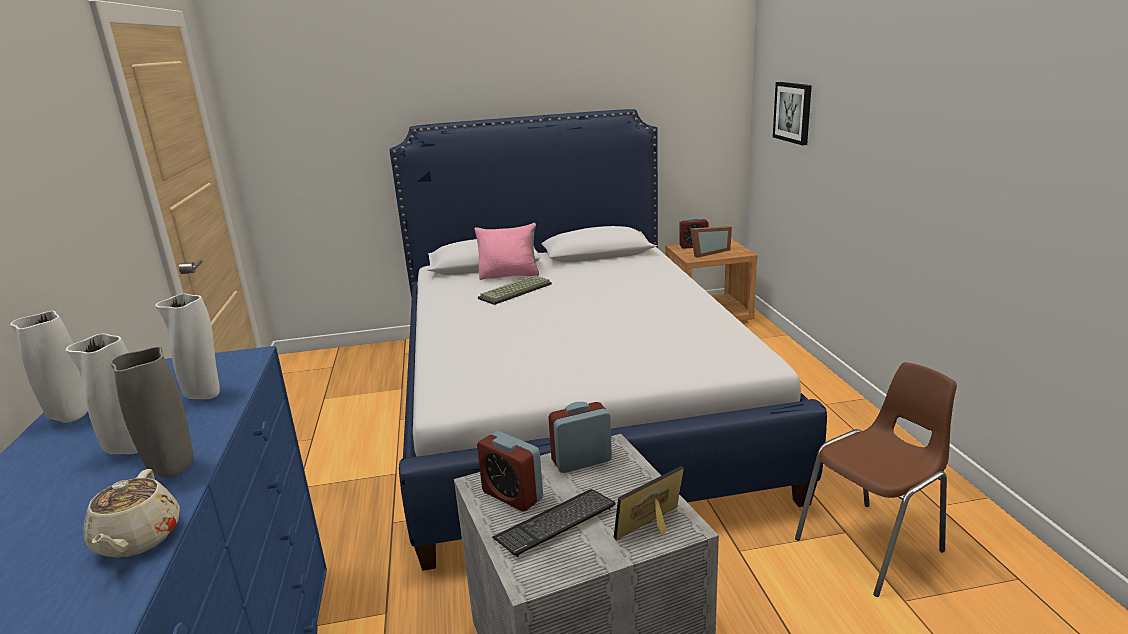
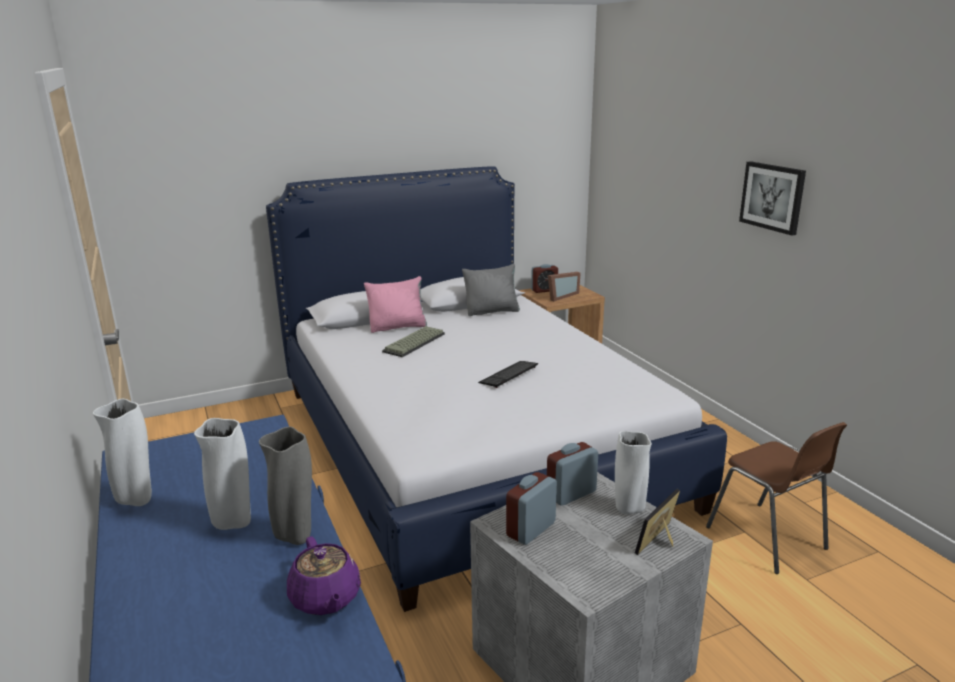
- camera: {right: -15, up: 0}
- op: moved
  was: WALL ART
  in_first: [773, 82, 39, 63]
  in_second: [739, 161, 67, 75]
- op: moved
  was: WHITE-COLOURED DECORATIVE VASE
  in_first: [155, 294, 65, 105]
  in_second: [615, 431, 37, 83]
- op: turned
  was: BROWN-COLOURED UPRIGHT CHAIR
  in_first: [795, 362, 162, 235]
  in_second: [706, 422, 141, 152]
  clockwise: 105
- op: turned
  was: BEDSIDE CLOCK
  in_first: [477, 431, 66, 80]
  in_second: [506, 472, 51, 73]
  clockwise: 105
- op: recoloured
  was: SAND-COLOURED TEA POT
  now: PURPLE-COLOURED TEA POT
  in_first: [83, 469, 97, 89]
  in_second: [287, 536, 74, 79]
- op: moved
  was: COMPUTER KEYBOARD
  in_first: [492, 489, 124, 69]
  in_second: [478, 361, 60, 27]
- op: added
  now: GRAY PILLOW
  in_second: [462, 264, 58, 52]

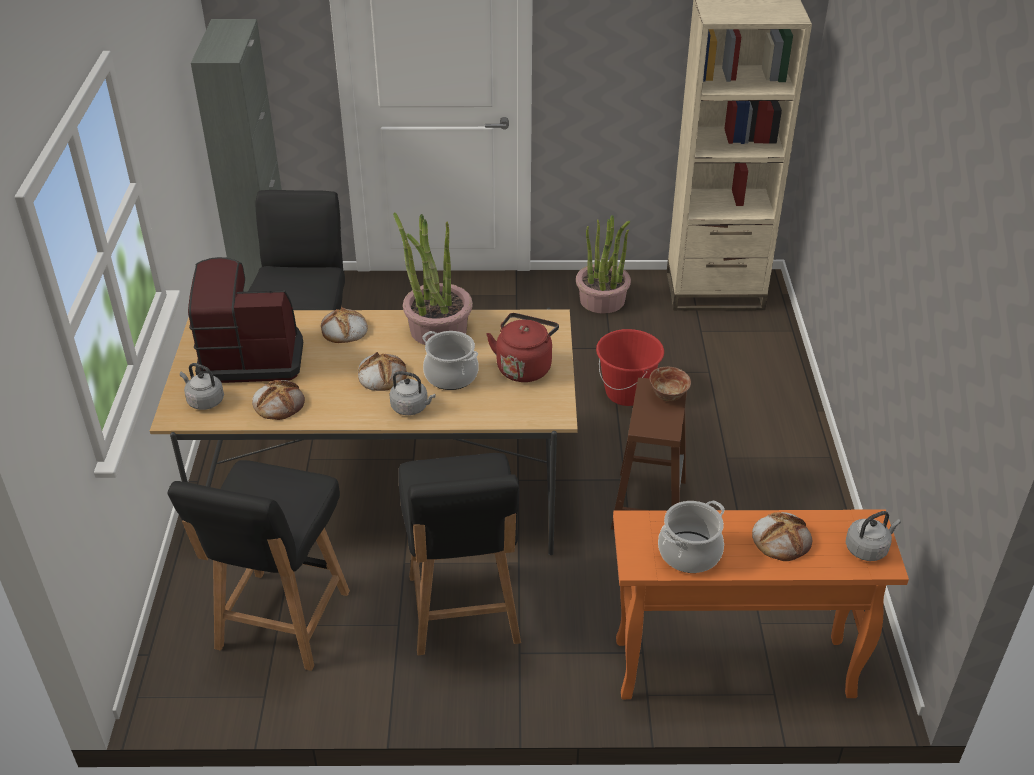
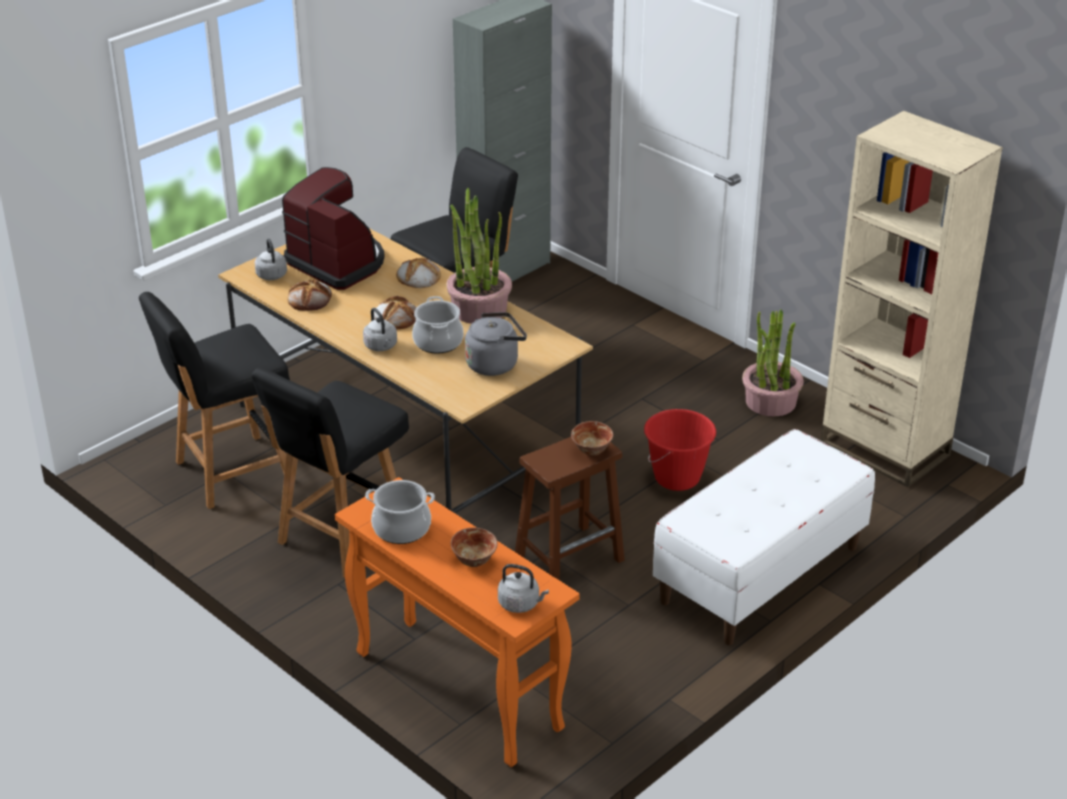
- camera: {right: 45, up: -5}
- op: recoloured
  was: RED WATER KETTLE
  now: GRAY WATER KETTLE
  in_first: [486, 313, 73, 69]
  in_second: [465, 312, 62, 64]
- op: replaced
  was: BREAD
  now: DEEP DISH
  in_first: [752, 512, 60, 49]
  in_second: [451, 528, 47, 39]
- op: added
  now: WHITE-COLOURED BENCH
  in_second: [653, 429, 222, 216]

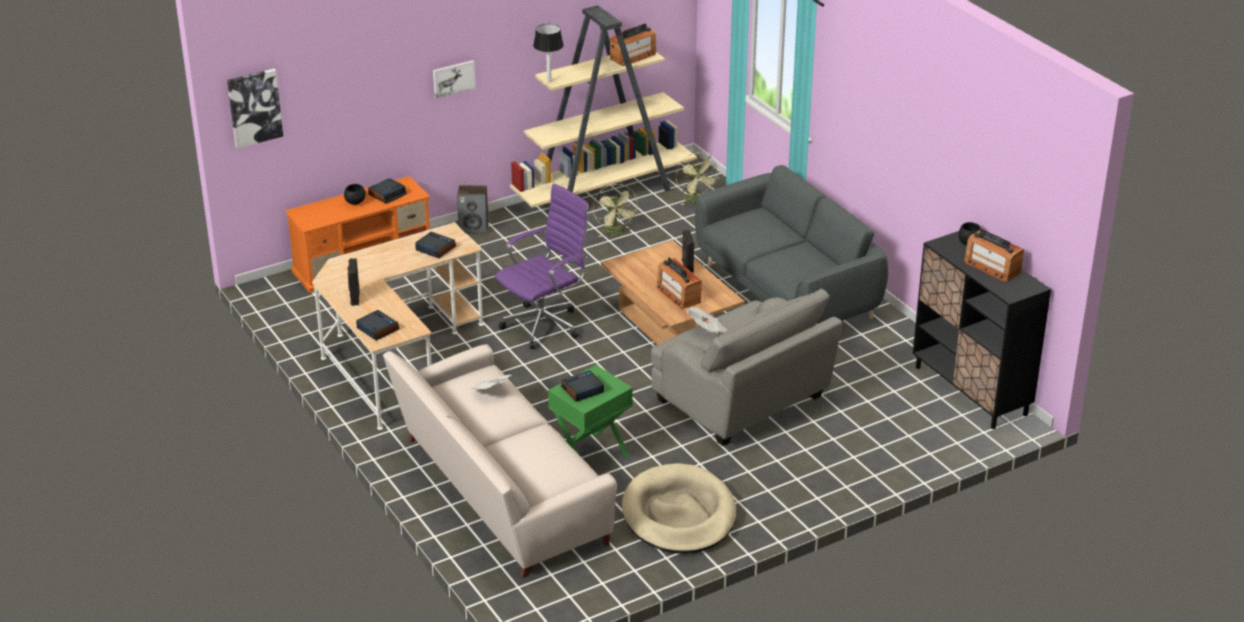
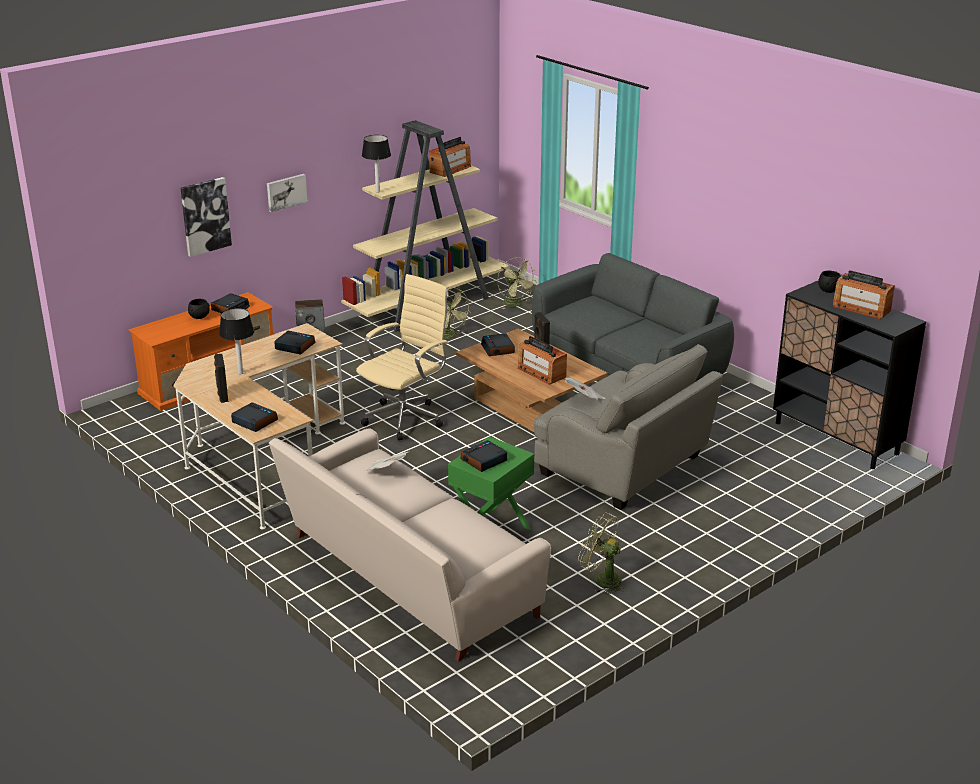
- camera: {right: -10, up: -5}
- op: moved
  was: WALL ART
  in_first: [227, 69, 56, 79]
  in_second: [180, 177, 52, 80]
- op: recoloured
  was: PURPLE-COLOURED COMPUTER CHAIR
  now: SAND-COLOURED COMPUTER CHAIR
  in_first: [495, 184, 95, 165]
  in_second: [356, 274, 93, 166]
- op: replaced
  was: SAND-COLOURED PET BED
  now: GREENISH ELECTRIC FAN
  in_first: [622, 463, 115, 91]
  in_second: [578, 512, 46, 82]
- op: added
  now: TABLETOP LAMP
  in_second: [219, 308, 35, 66]
- op: added
  now: BEDSIDE CLOCK
  in_second: [481, 333, 34, 23]

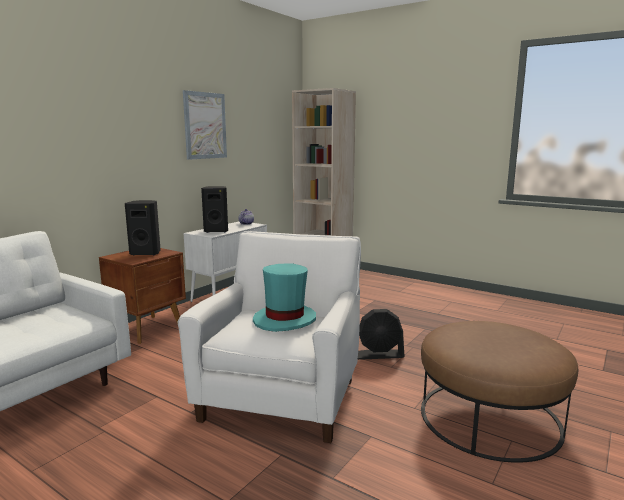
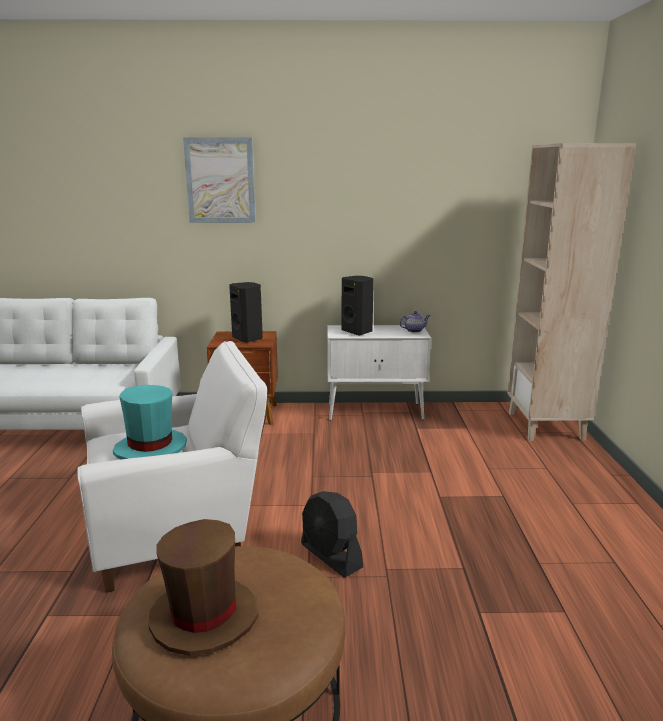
- camera: {right: 55, up: 5}
- op: moved
  was: WALL ART
  in_first: [183, 90, 44, 70]
  in_second: [183, 138, 73, 85]
- op: added
  now: BROWN-COLOURED CLOTHING HAT
  in_second: [149, 519, 110, 137]

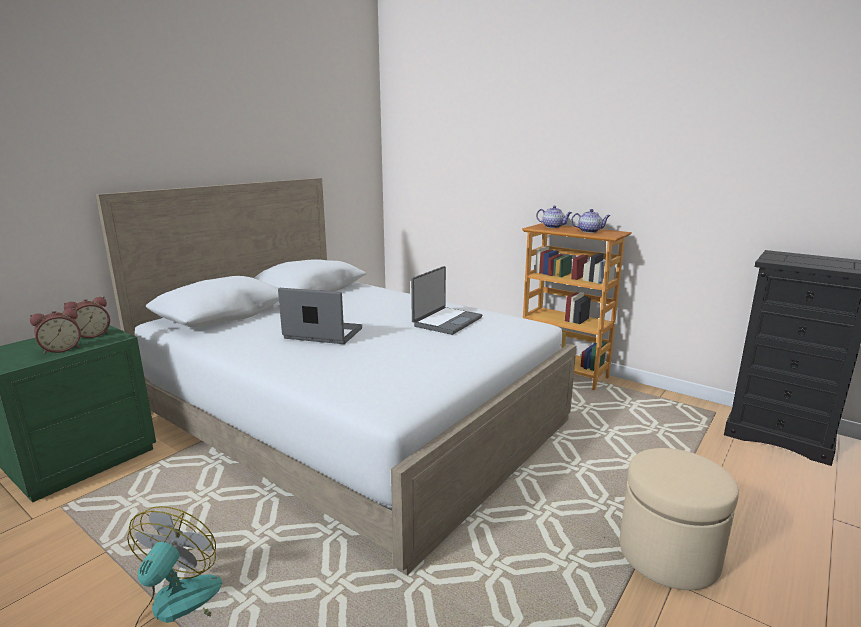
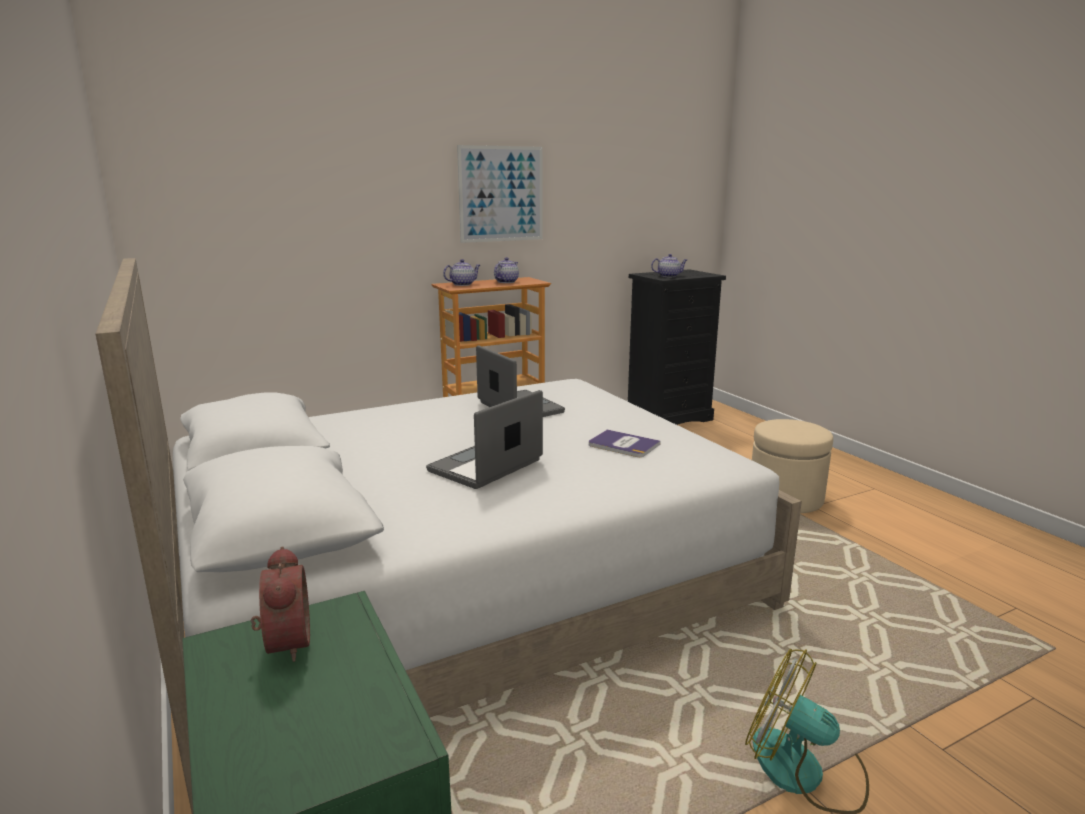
- camera: {right: -65, up: 0}
- op: removed
  was: BEDSIDE CLOCK
  in_first: [30, 308, 51, 46]
- op: added
  now: WALL ART
  in_second: [457, 145, 85, 98]
- op: added
  now: TEA POT
  in_second: [651, 254, 36, 23]
- op: added
  now: BOOK
  in_second: [589, 429, 72, 28]

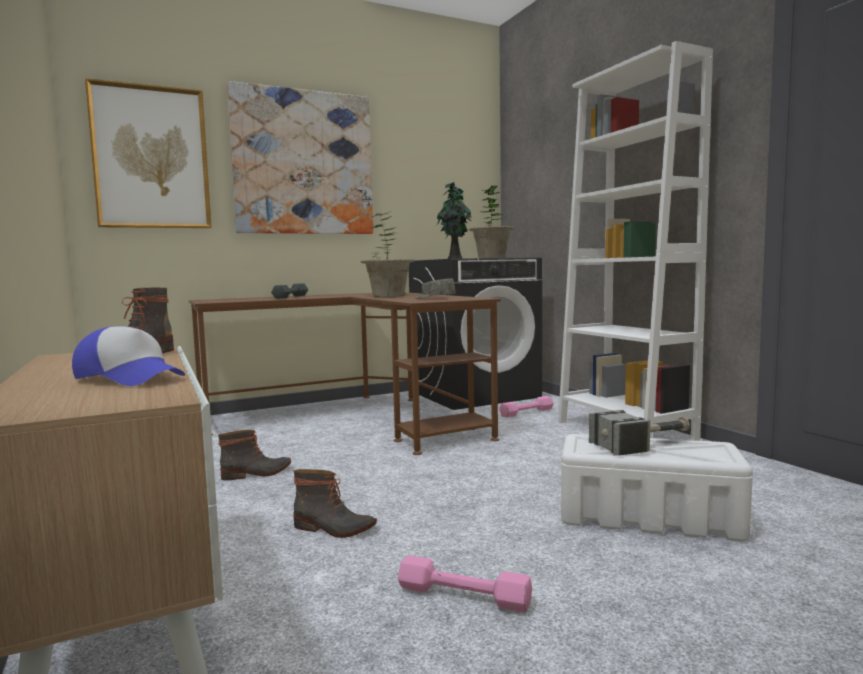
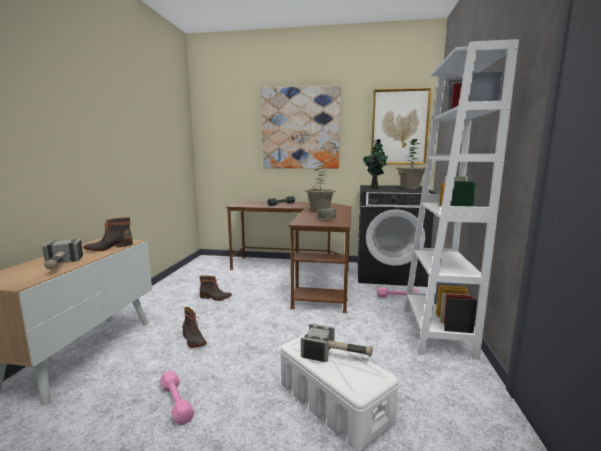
- camera: {right: 35, up: 5}
- op: moved
  was: WALL ART
  in_first: [85, 78, 127, 150]
  in_second: [371, 88, 61, 77]
- op: replaced
  was: CAP
  now: HAMMER
  in_first: [72, 326, 113, 60]
  in_second: [43, 239, 40, 30]

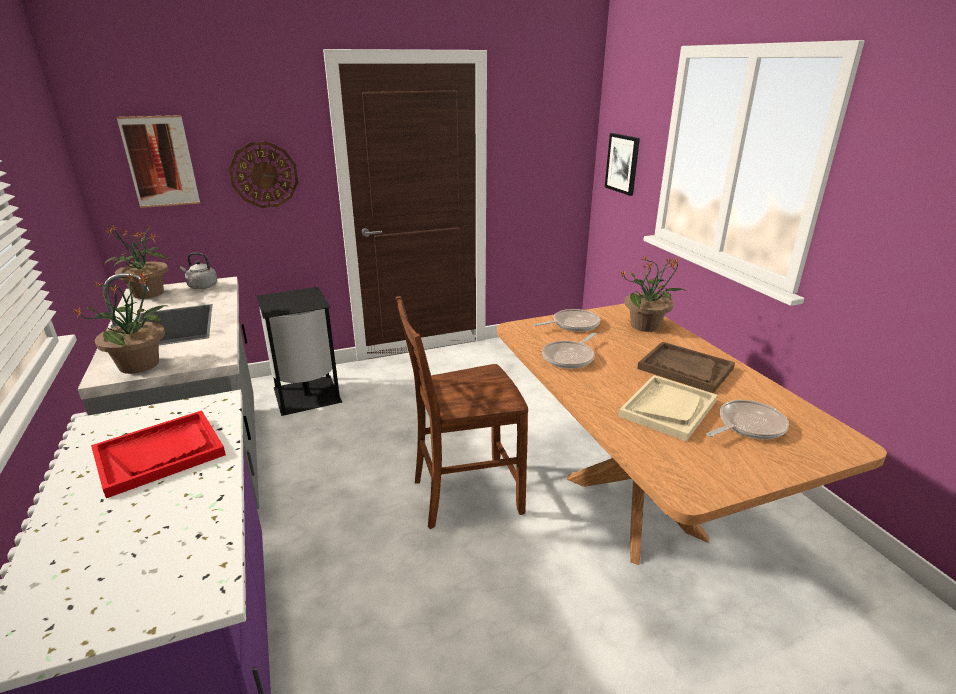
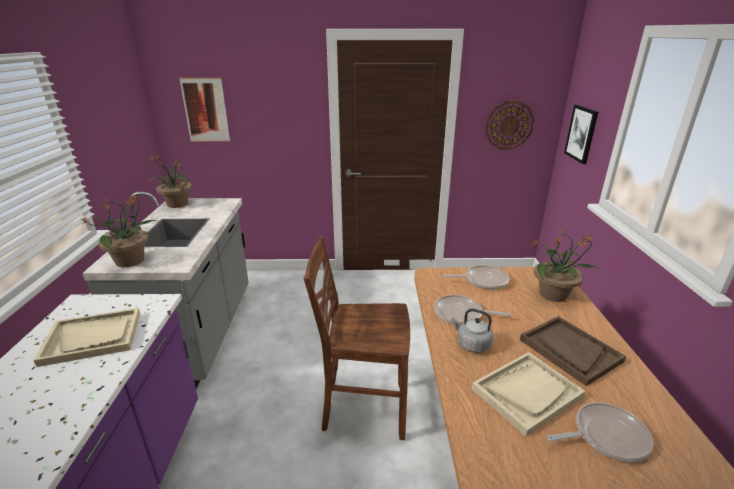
- camera: {right: 20, up: 0}
- op: moved
  was: HANGING CLOCK
  in_first: [229, 142, 69, 66]
  in_second: [485, 101, 49, 49]
- op: moved
  was: GRAY WATER KETTLE
  in_first: [180, 253, 37, 36]
  in_second: [451, 309, 42, 44]
- op: removed
  was: BLACK-COLOURED TRASH CAN
  in_first: [257, 287, 85, 129]
- op: turned
  was: PAN
  in_first: [542, 333, 55, 36]
  in_second: [434, 295, 77, 30]
  clockwise: 45
- op: recoloured
  was: RED CARRYING TRAY
  now: SAND-COLOURED CARRYING TRAY
  in_first: [91, 410, 135, 88]
  in_second: [33, 308, 107, 59]

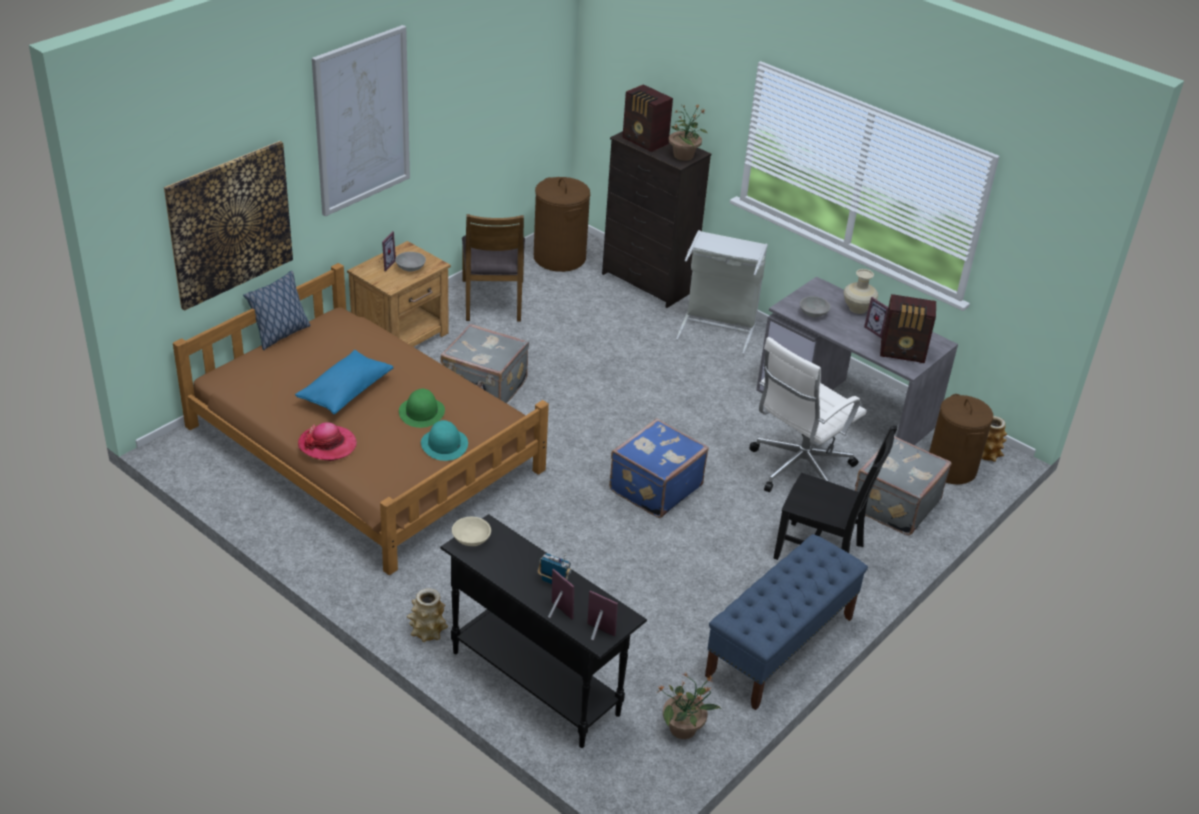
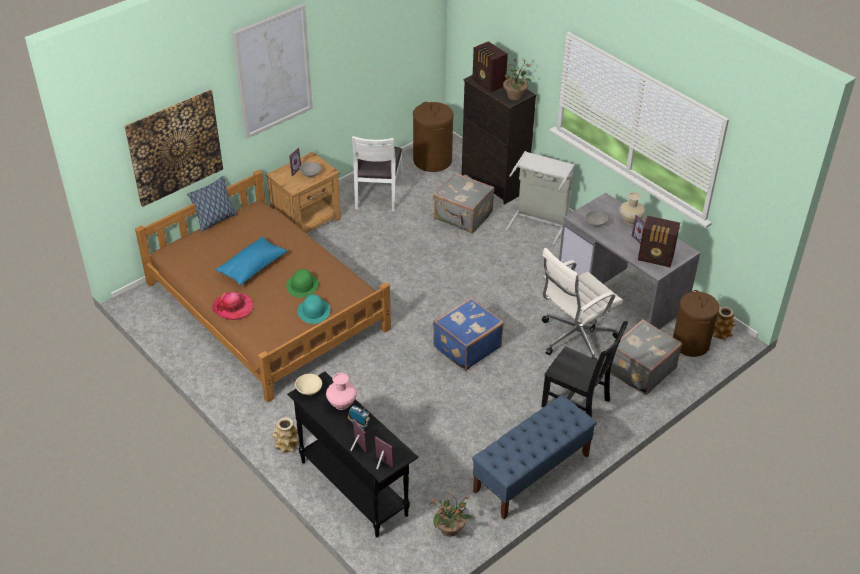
- camera: {right: 10, up: 5}
- op: recoloured
  was: BROWN-COLOURED UPRIGHT CHAIR
  now: WHITE-COLOURED UPRIGHT CHAIR
  in_first: [462, 214, 63, 107]
  in_second: [352, 136, 50, 75]
- op: moved
  was: GRAY SUITCASE
  in_first: [440, 324, 89, 80]
  in_second: [433, 173, 61, 60]
- op: added
  now: PINK DECORATIVE VASE
  in_second: [326, 373, 31, 37]

